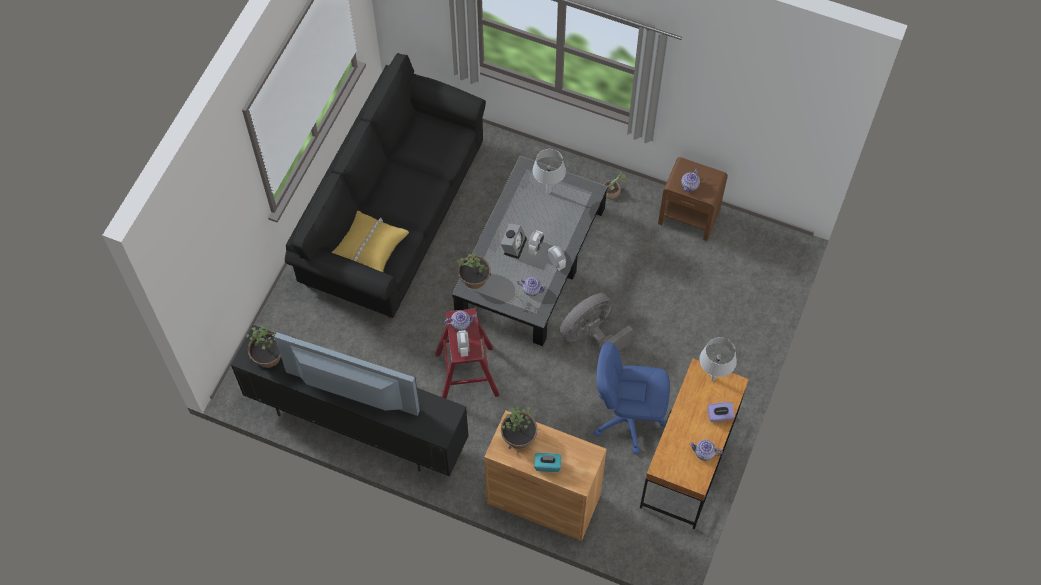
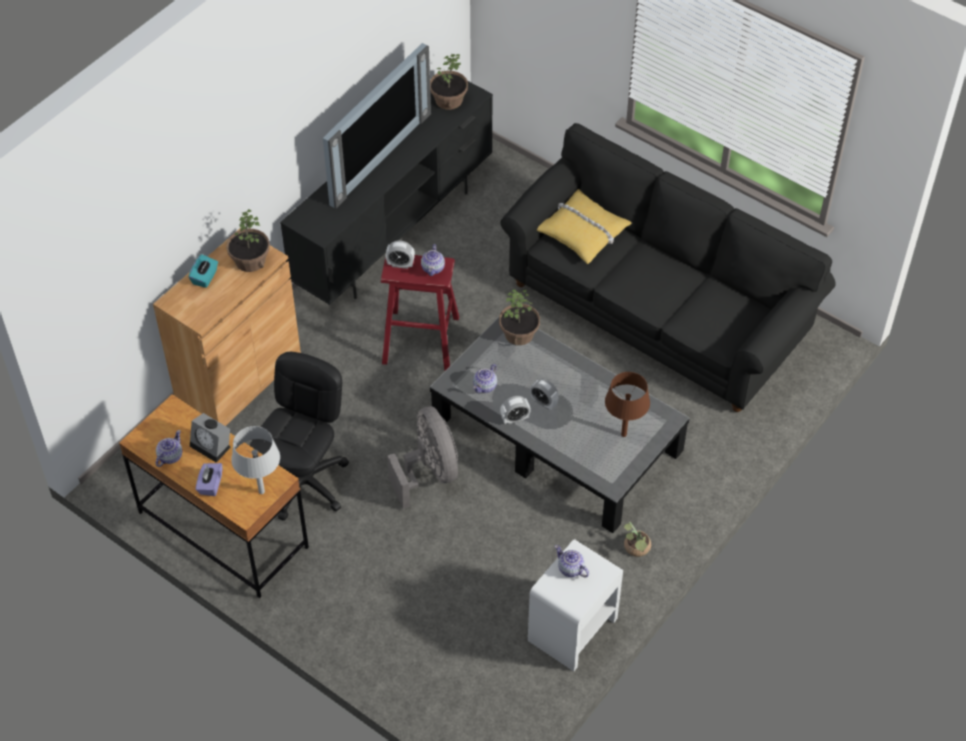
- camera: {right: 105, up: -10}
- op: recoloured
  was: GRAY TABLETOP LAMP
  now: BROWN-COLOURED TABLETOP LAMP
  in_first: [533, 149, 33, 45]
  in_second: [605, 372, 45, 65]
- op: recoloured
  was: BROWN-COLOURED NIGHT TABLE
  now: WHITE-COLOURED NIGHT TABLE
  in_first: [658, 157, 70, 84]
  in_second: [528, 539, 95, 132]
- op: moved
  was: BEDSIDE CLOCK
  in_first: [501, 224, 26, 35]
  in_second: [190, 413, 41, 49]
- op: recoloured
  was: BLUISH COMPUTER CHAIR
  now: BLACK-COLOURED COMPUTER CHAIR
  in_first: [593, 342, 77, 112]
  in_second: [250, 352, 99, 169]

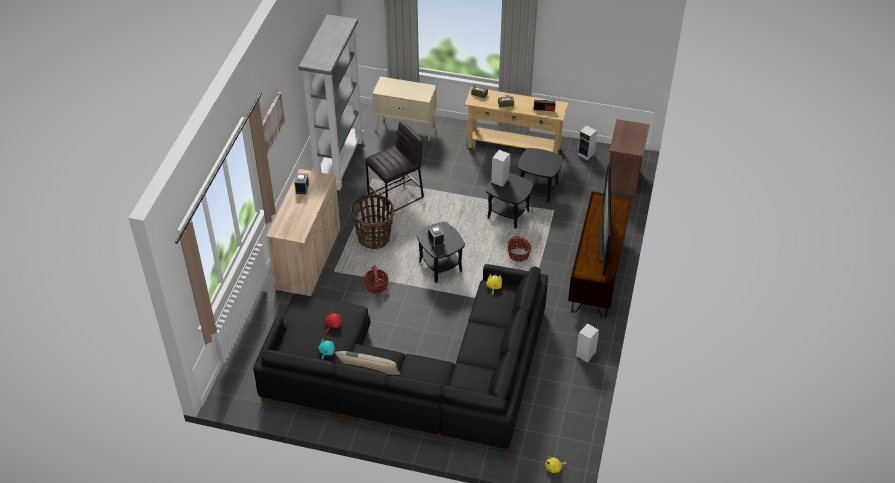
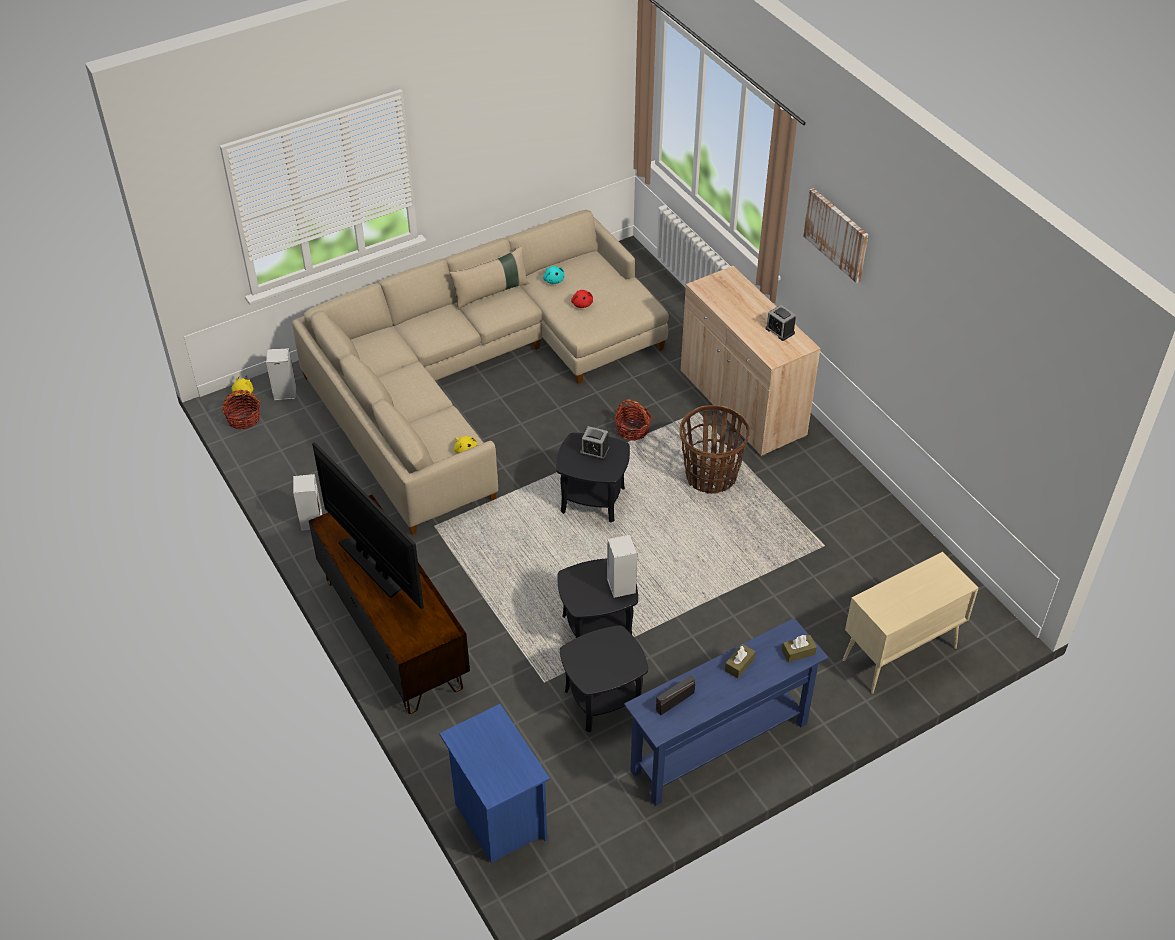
- camera: {right: 135, up: 0}
- op: removed
  was: GRAY BOOKCASE
  in_first: [299, 14, 65, 176]
- op: recoloured
  was: SAND-COLOURED CONSOLE TABLE
  now: BLUISH CONSOLE TABLE
  in_first: [464, 87, 104, 67]
  in_second: [624, 618, 204, 188]
- op: recoloured
  was: BROWN-COLOURED NIGHT TABLE
  now: BLUISH NIGHT TABLE
  in_first: [609, 119, 41, 76]
  in_second: [439, 704, 111, 159]
- op: removed
  was: GRAY SITTING STOOL
  in_first: [366, 121, 58, 93]
- op: moved
  was: AUDIO SPEAKER
  in_first: [577, 125, 20, 35]
  in_second: [266, 348, 30, 52]
- op: moved
  was: STORAGE BASKET
  in_first: [507, 236, 24, 26]
  in_second: [222, 390, 38, 39]
- op: recoloured
  was: BLACK-COLOURED SOFA
  now: SAND-COLOURED SOFA
  in_first: [253, 264, 295, 189]
  in_second: [292, 210, 377, 325]

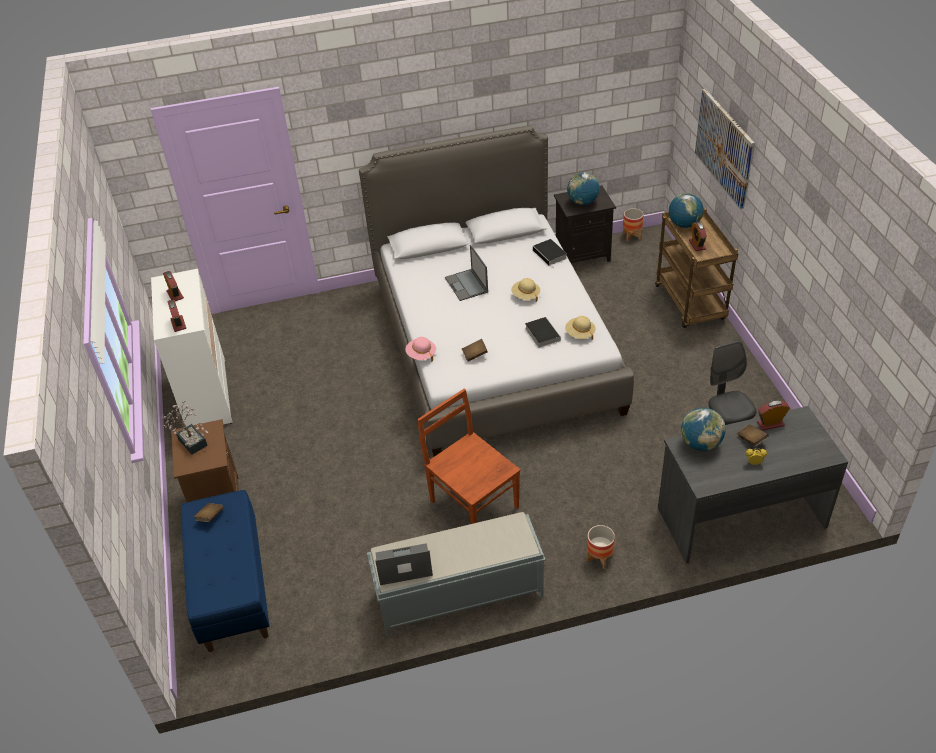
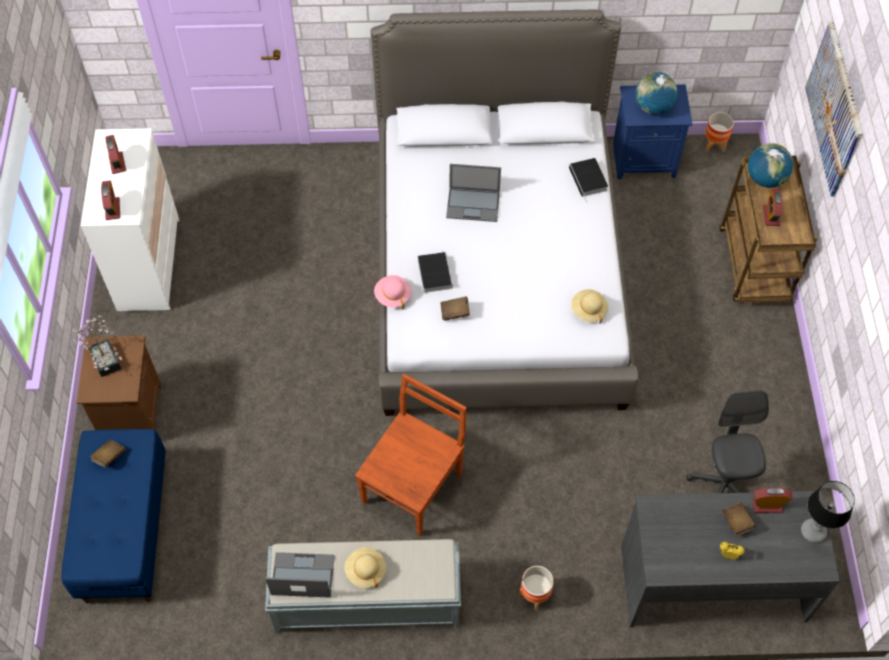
- camera: {right: 10, up: 15}
- op: recoloured
  was: BLACK-COLOURED NIGHT TABLE
  now: BLUISH NIGHT TABLE
  in_first: [554, 185, 62, 78]
  in_second: [613, 85, 80, 94]
- op: turned
  was: PORTABLE COMPUTER
  in_first: [445, 245, 43, 56]
  in_second: [446, 164, 55, 58]
  clockwise: -75
- op: moved
  was: SAND-COLOURED CLOTHING HAT
  in_first: [511, 278, 29, 24]
  in_second: [345, 547, 41, 41]
- op: moved
  was: BOOK
  in_first: [525, 317, 36, 31]
  in_second: [418, 252, 35, 41]
- op: turned
  was: BROWN-COLOURED UPRIGHT CHAIR
  in_first: [417, 389, 104, 135]
  in_second: [355, 374, 111, 162]
  clockwise: 60
- op: removed
  was: WORLD GLOBE
  in_first: [681, 408, 45, 43]
- op: added
  now: TABLETOP LAMP
  in_second: [801, 481, 54, 62]

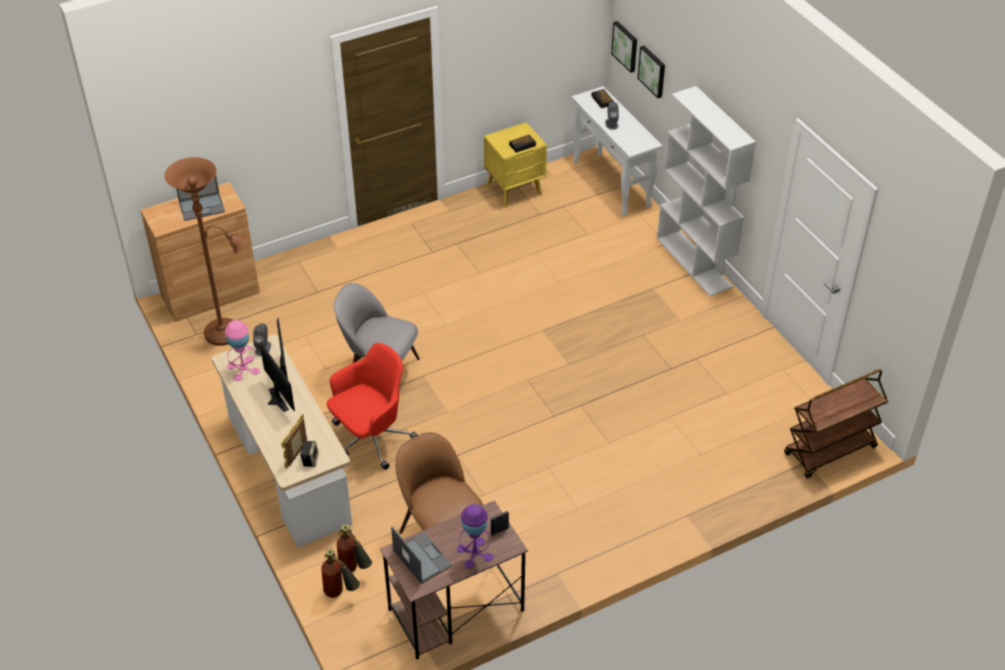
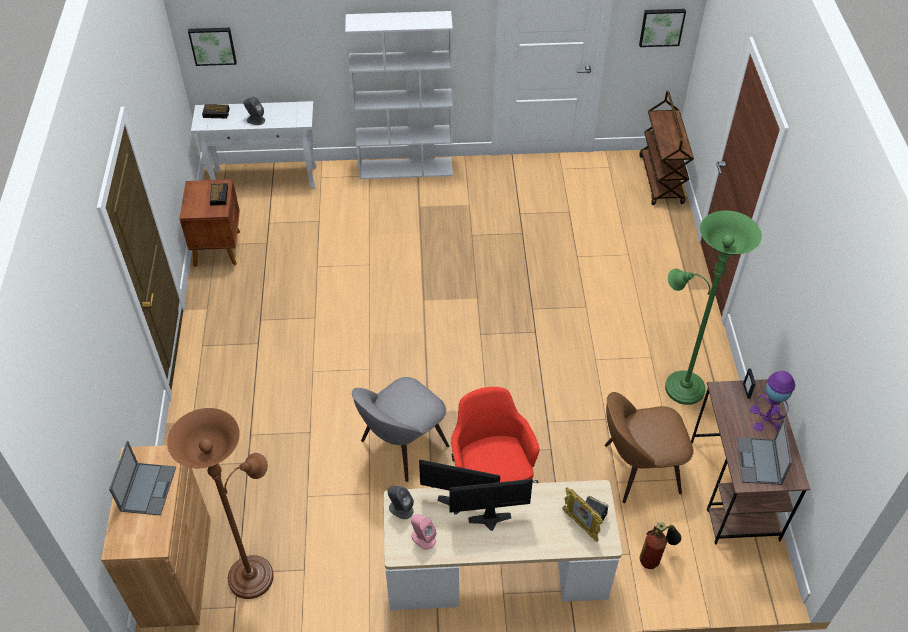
- camera: {right: -65, up: 5}
- op: moved
  was: WALL ART
  in_first: [638, 46, 27, 52]
  in_second: [639, 9, 47, 38]
- op: recoloured
  was: YELLOWISH NIGHT TABLE
  now: BROWN-COLOURED NIGHT TABLE
  in_first: [484, 122, 63, 85]
  in_second: [179, 179, 61, 88]
- op: replaced
  was: PINK TABLETOP LAMP
  now: PINK AUDIO SPEAKER
  in_first: [225, 320, 35, 61]
  in_second: [411, 514, 25, 36]
- op: turned
  was: PORTABLE COMPUTER
  in_first: [391, 526, 61, 58]
  in_second: [737, 418, 55, 67]
  clockwise: -75
- op: removed
  was: FIRE-FIGHTING CYLINDER
  in_first: [321, 548, 39, 50]
- op: added
  now: GREENISH STANDING LAMP
  in_second: [665, 211, 97, 194]

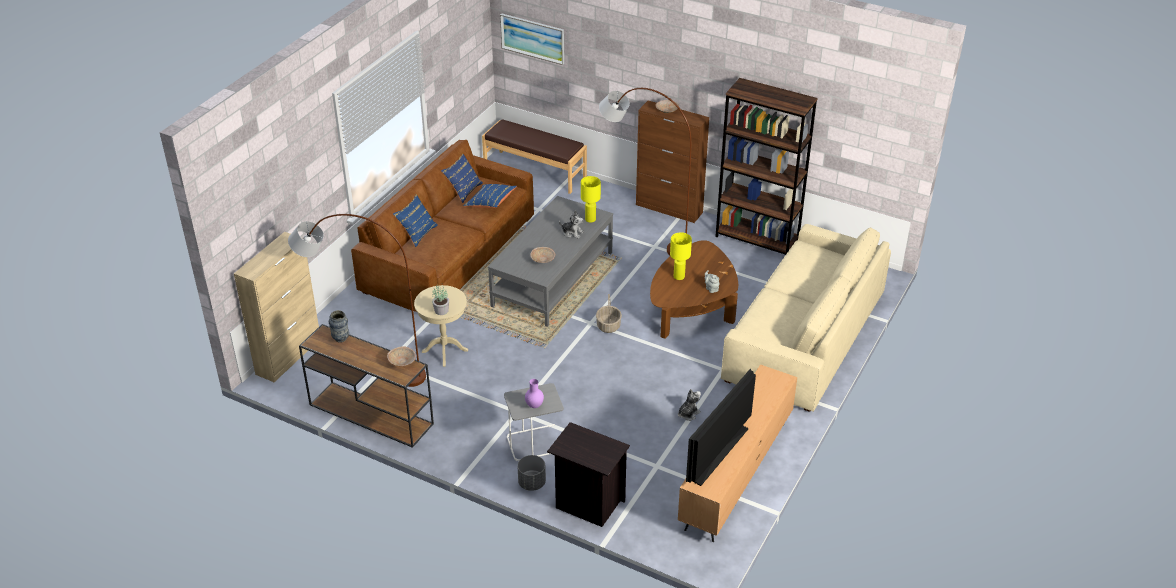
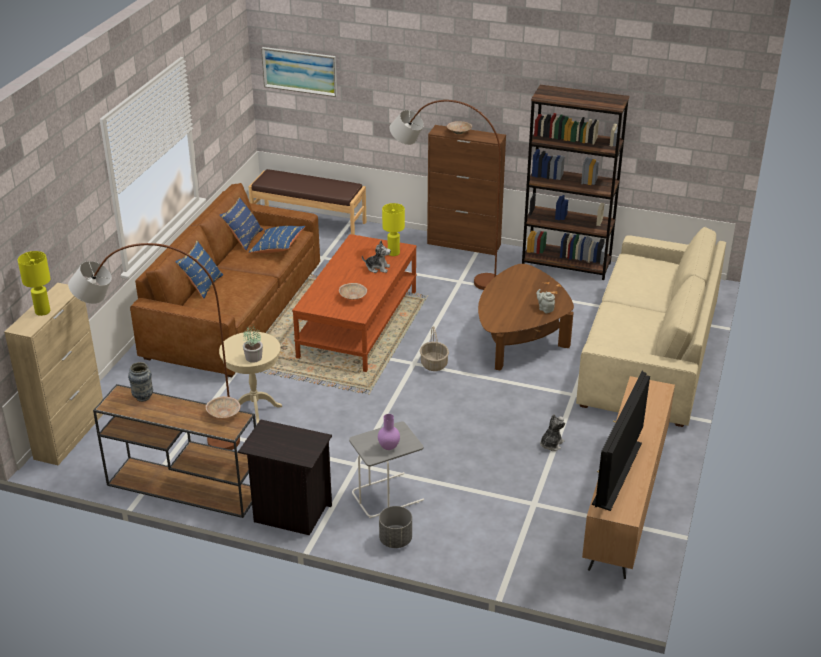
- camera: {right: -10, up: -5}
- op: recoloured
  was: GRAY LOUNGE TABLE
  now: BROWN-COLOURED LOUNGE TABLE
  in_first: [488, 196, 125, 131]
  in_second: [292, 234, 125, 138]
- op: moved
  was: YELLOWISH TABLETOP LAMP
  in_first: [670, 232, 22, 48]
  in_second: [18, 251, 33, 65]
- op: moved
  was: BLACK-COLOURED NIGHT TABLE
  in_first: [547, 422, 83, 105]
  in_second: [238, 419, 94, 117]

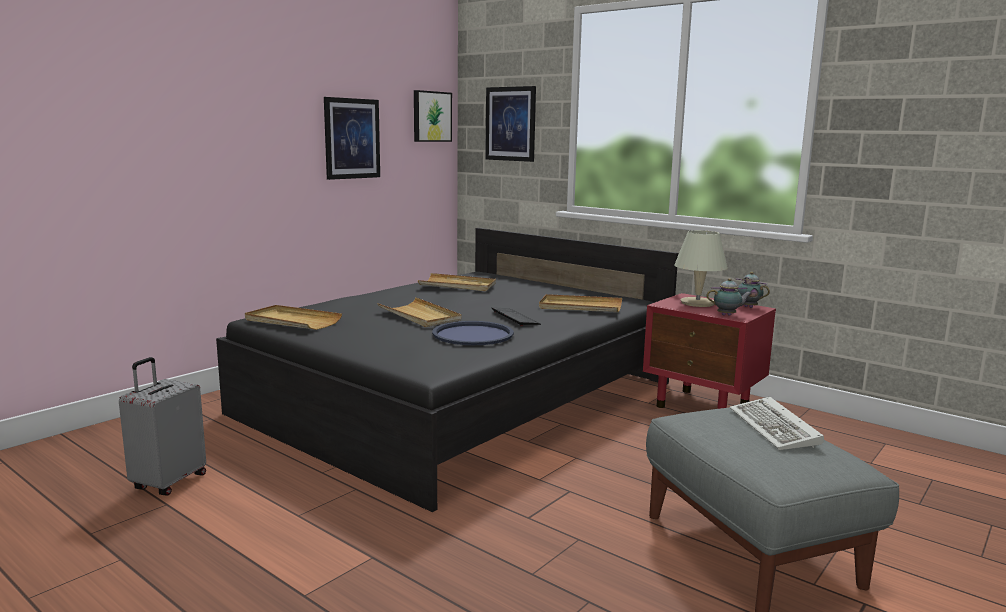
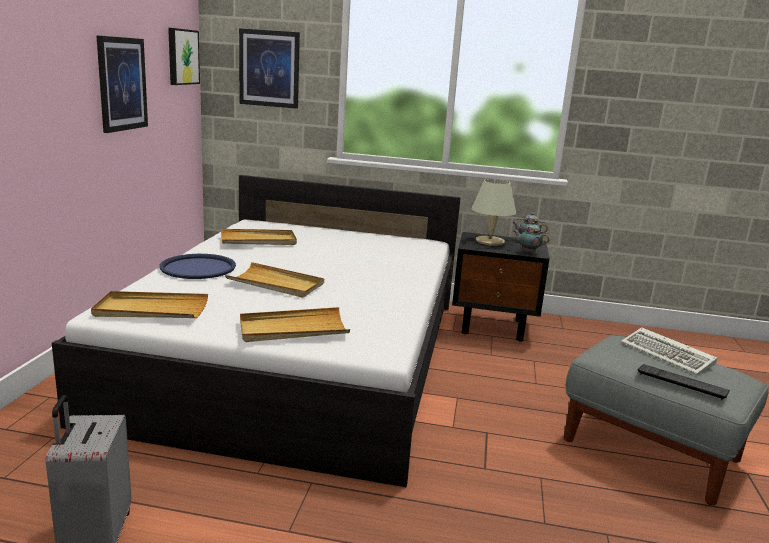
- camera: {right: -30, up: 5}
- op: recoloured
  was: BLACK-COLOURED SLEEPING BED
  now: WHITE-COLOURED SLEEPING BED
  in_first: [216, 228, 462, 284]
  in_second: [52, 175, 409, 312]
- op: turned
  was: TEA POT
  in_first: [706, 278, 46, 38]
  in_second: [514, 222, 35, 31]
  clockwise: -120
- op: recoloured
  was: RED NIGHT TABLE
  now: BLACK-COLOURED NIGHT TABLE
  in_first: [643, 293, 133, 116]
  in_second: [452, 232, 98, 110]
- op: moved
  was: SAND-COLOURED CARRYING TRAY
  in_first: [539, 294, 83, 18]
  in_second: [240, 307, 110, 35]
- op: moved
  was: COMPUTER KEYBOARD
  in_first: [491, 307, 50, 19]
  in_second: [638, 364, 92, 36]
- op: moved
  was: BLUISH CARRYING TRAY
  in_first: [432, 321, 82, 24]
  in_second: [160, 254, 76, 25]

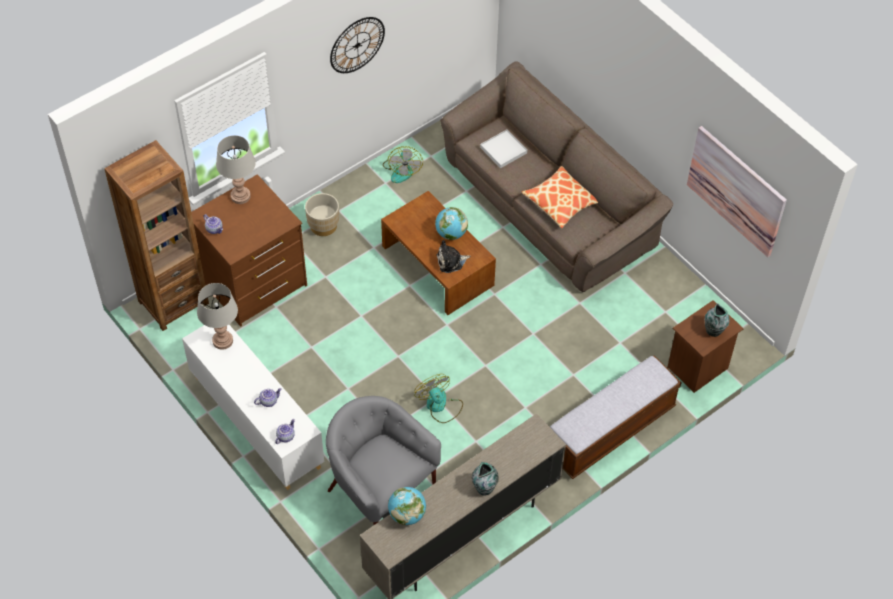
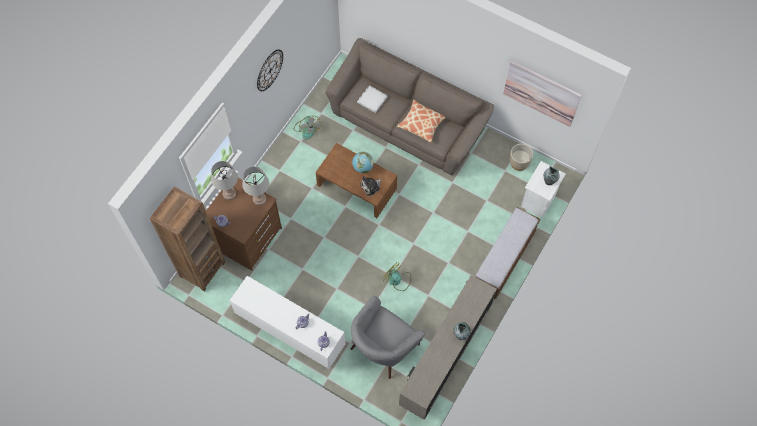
- camera: {right: -20, up: 10}
- op: moved
  was: SAND-COLOURED FLOWER POT
  in_first: [305, 193, 34, 43]
  in_second: [510, 144, 23, 27]
- op: moved
  was: GRAY TABLETOP LAMP
  in_first: [197, 283, 41, 67]
  in_second: [242, 166, 27, 39]
- op: recoloured
  was: BROWN-COLOURED NIGHT TABLE
  now: WHITE-COLOURED NIGHT TABLE
  in_first: [667, 300, 77, 93]
  in_second: [521, 161, 45, 57]
- op: turned
  was: GRAY ARMCHAIR
  in_first: [326, 396, 115, 129]
  in_second: [351, 295, 74, 84]
  clockwise: -75
- op: removed
  was: WORLD GLOBE
  in_first: [388, 487, 38, 38]

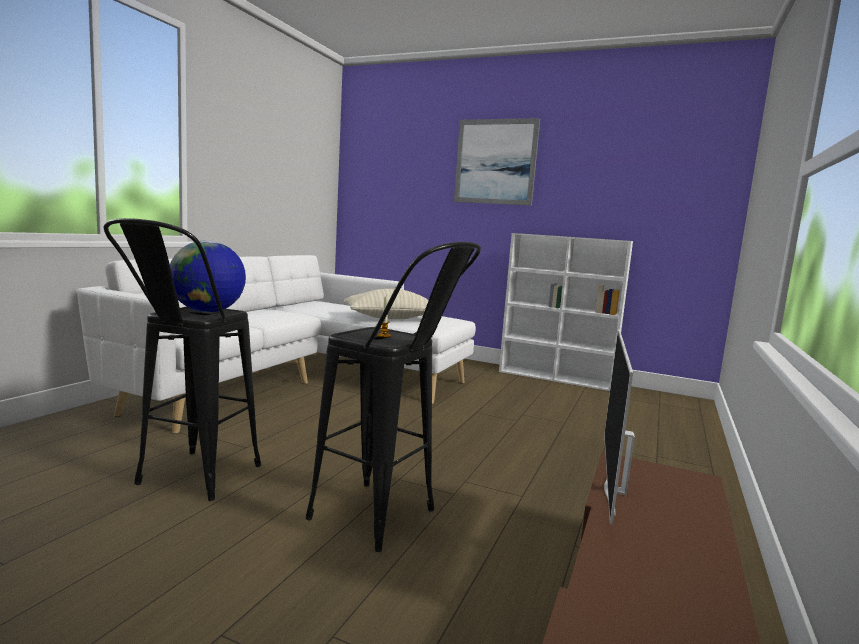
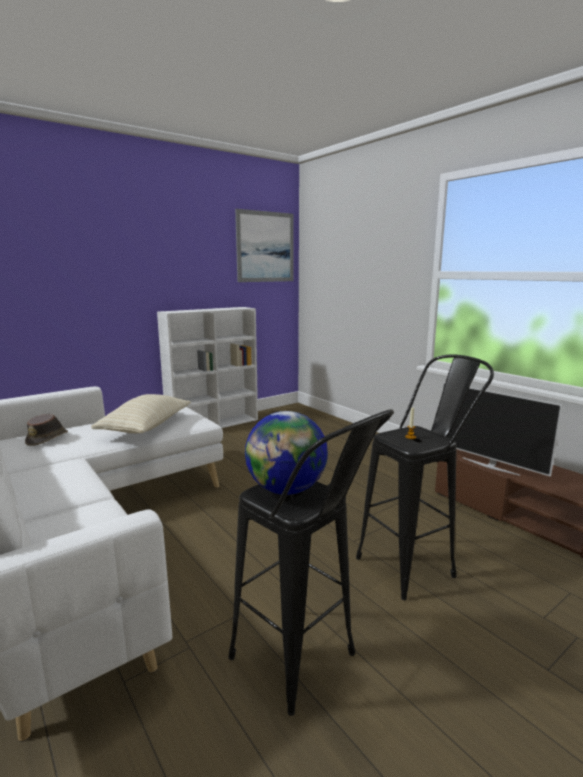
- camera: {right: -60, up: 5}
- op: moved
  was: WALL ART
  in_first: [454, 118, 86, 88]
  in_second: [235, 209, 58, 73]
- op: added
  now: BROWN-COLOURED CLOTHING HAT
  in_second: [25, 414, 43, 32]

